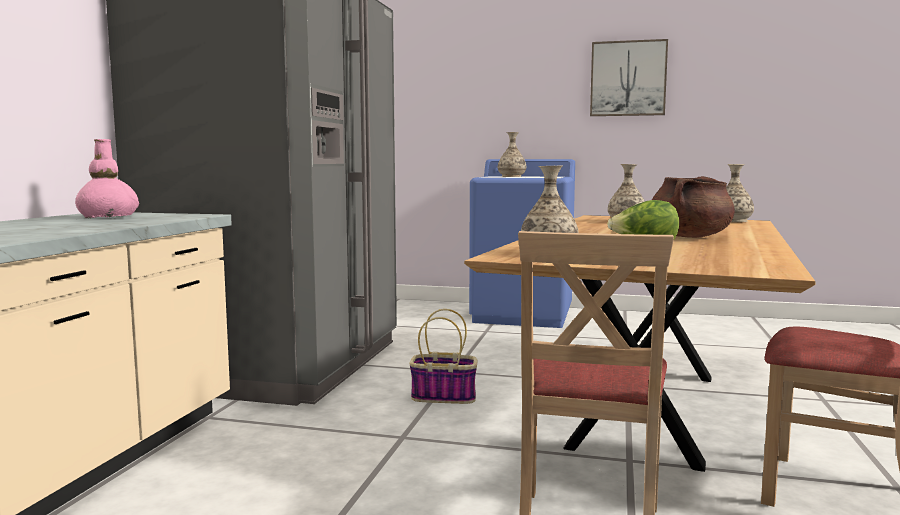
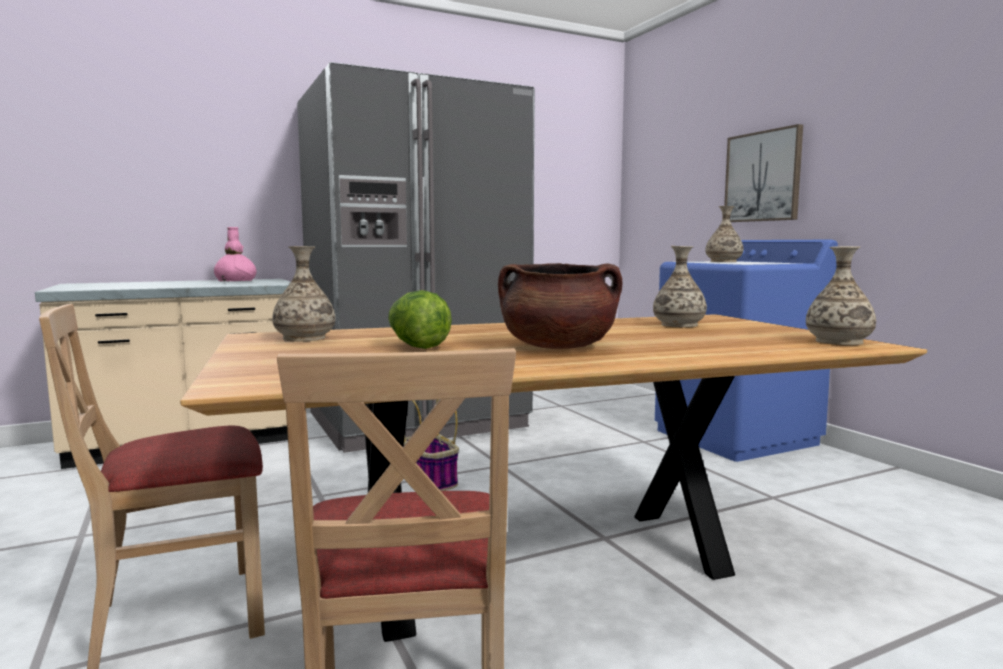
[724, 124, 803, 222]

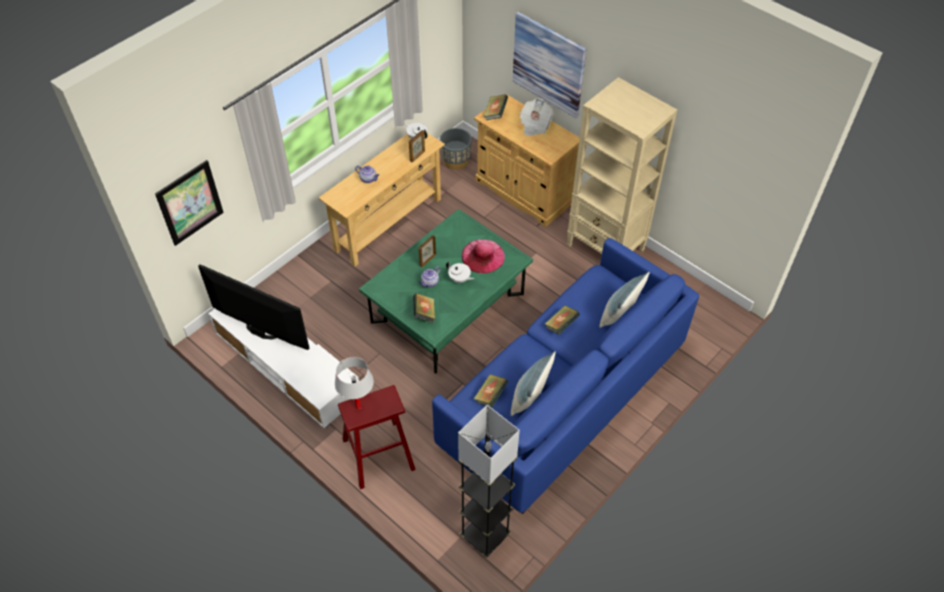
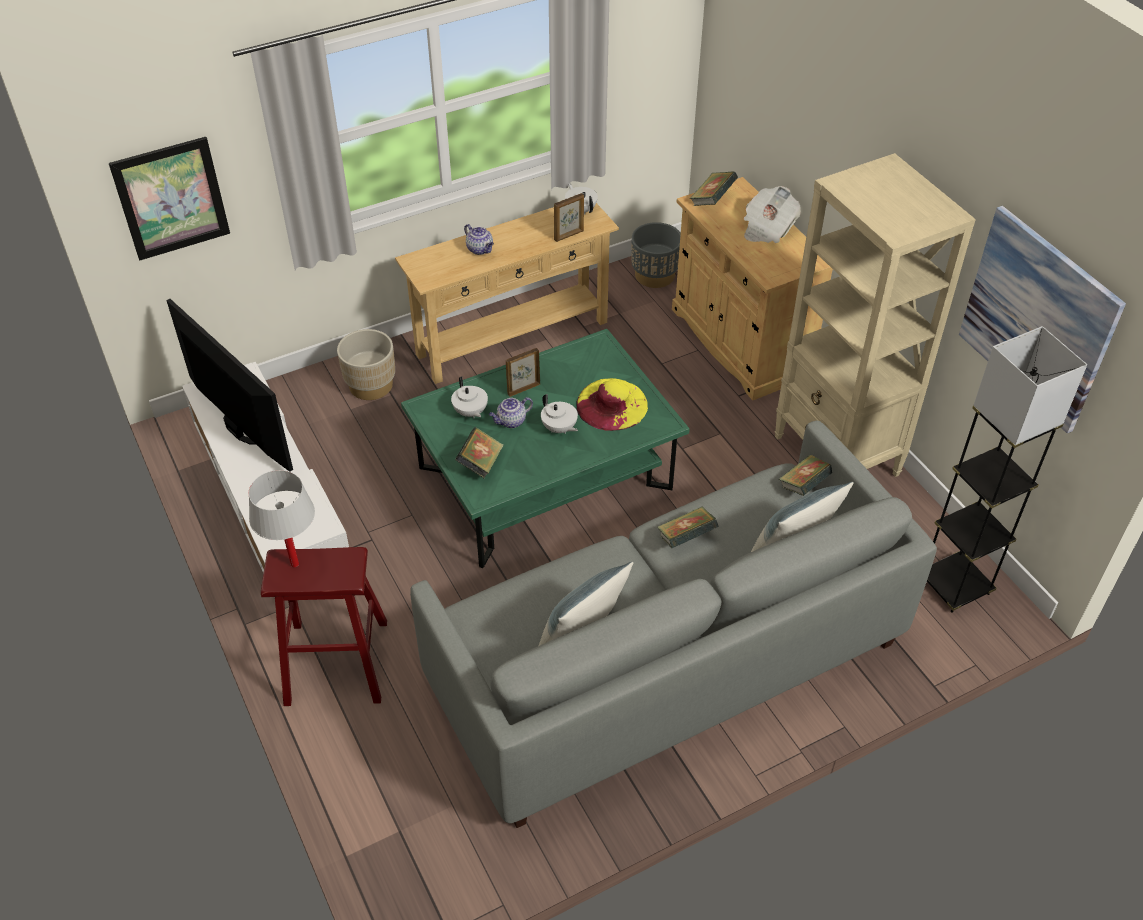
[337, 329, 395, 400]
[410, 421, 937, 828]
[451, 376, 488, 418]
[576, 378, 648, 431]
[779, 455, 832, 496]
[927, 326, 1087, 613]
[959, 206, 1126, 433]

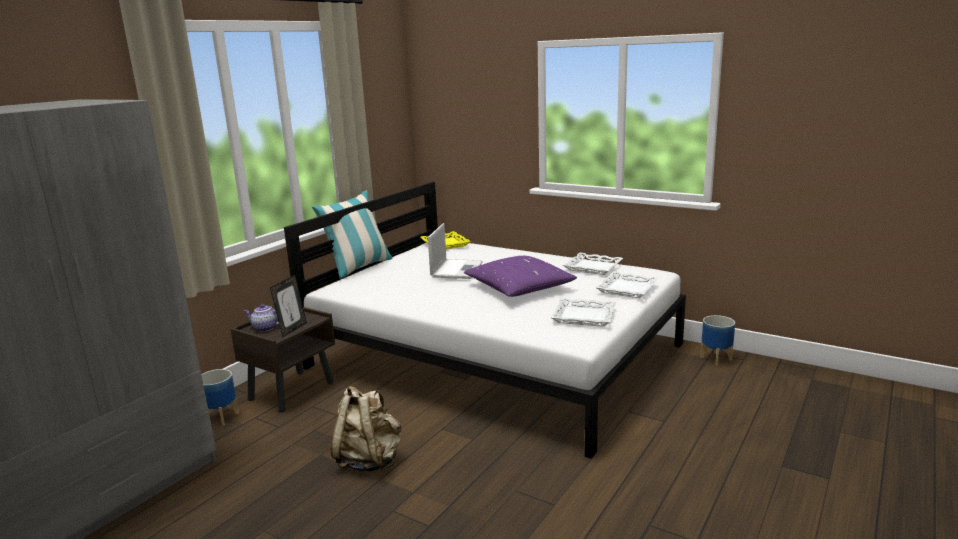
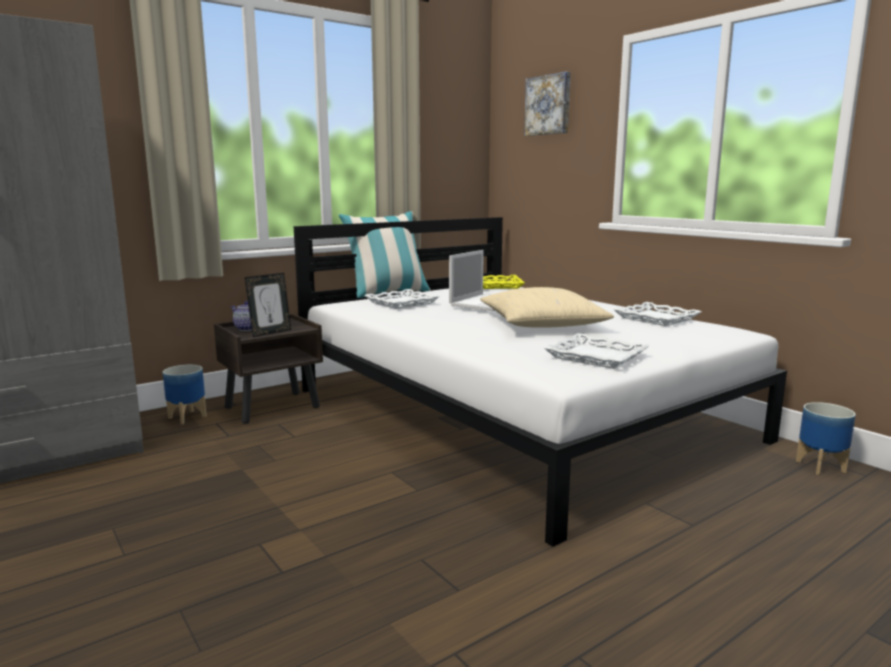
[364, 289, 440, 309]
[480, 287, 614, 328]
[524, 71, 571, 136]
[331, 386, 402, 472] (first image)

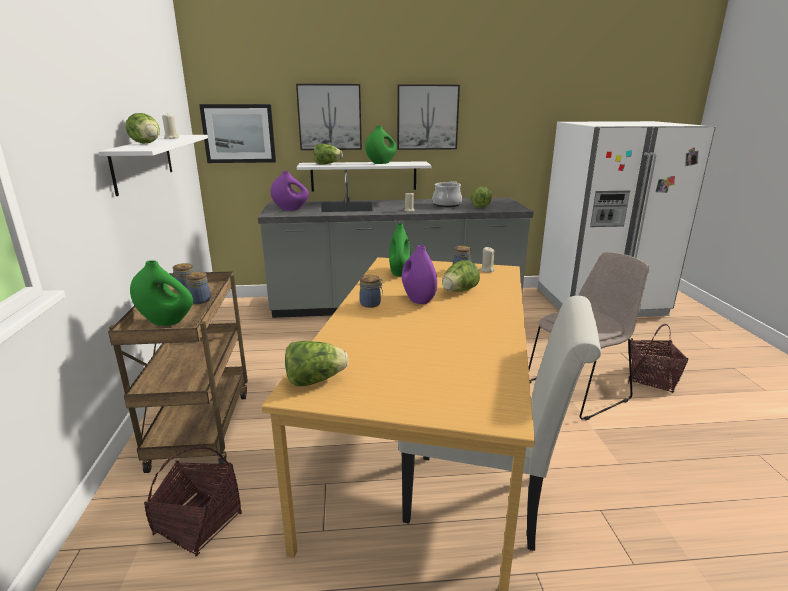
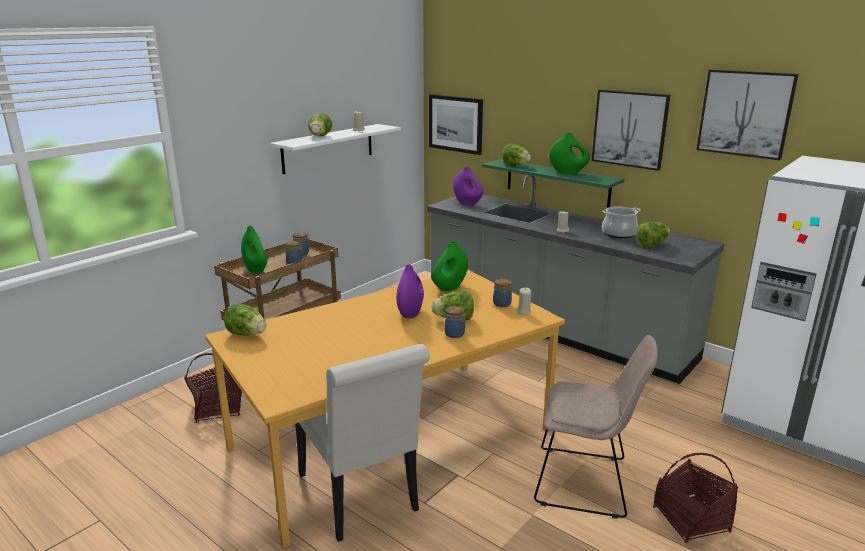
[444, 306, 466, 338]
[482, 159, 624, 208]
[696, 70, 798, 160]

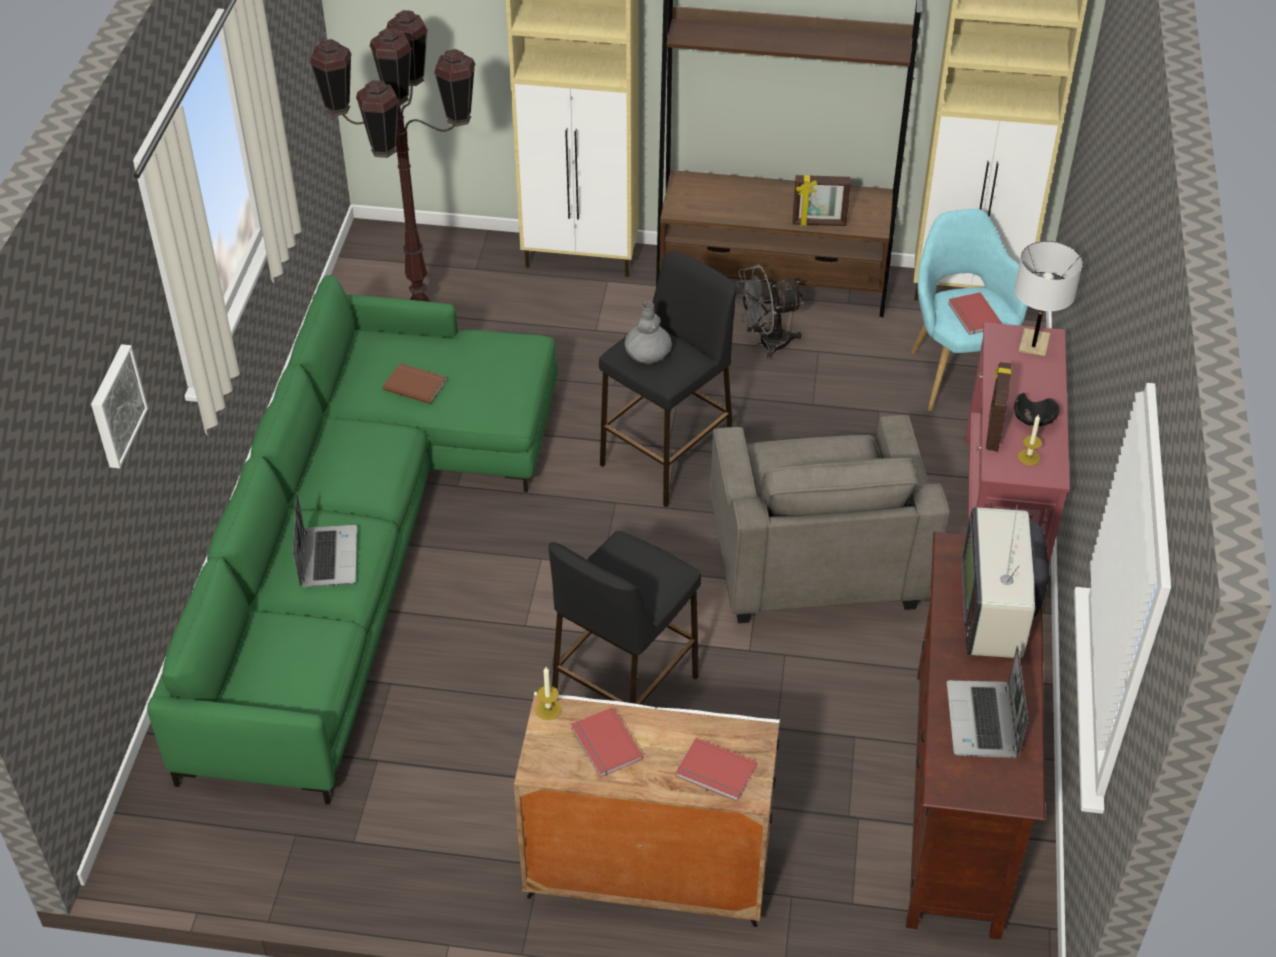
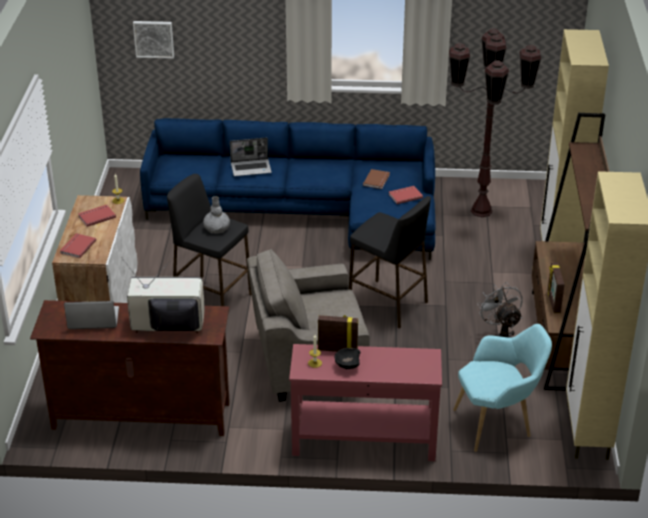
[133, 21, 174, 59]
[140, 118, 436, 260]
[203, 196, 230, 234]
[389, 186, 423, 204]
[1015, 241, 1083, 357] (first image)

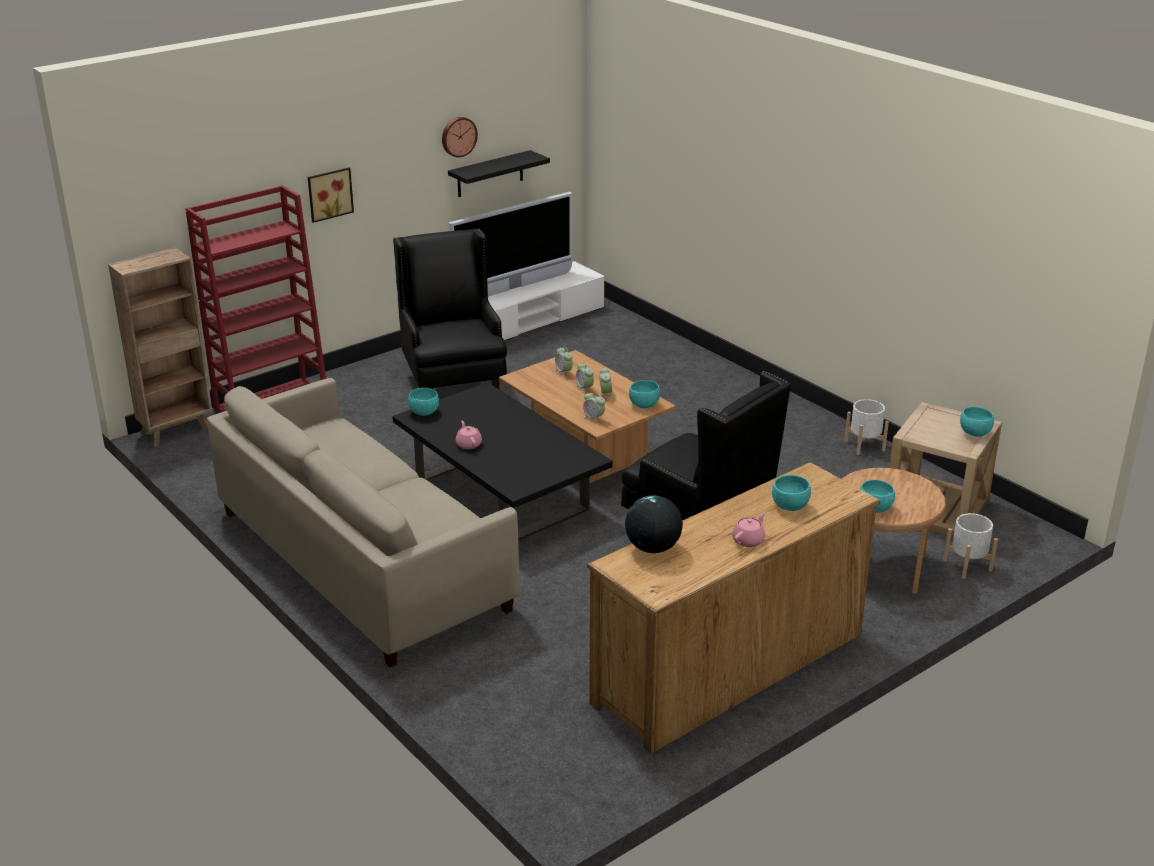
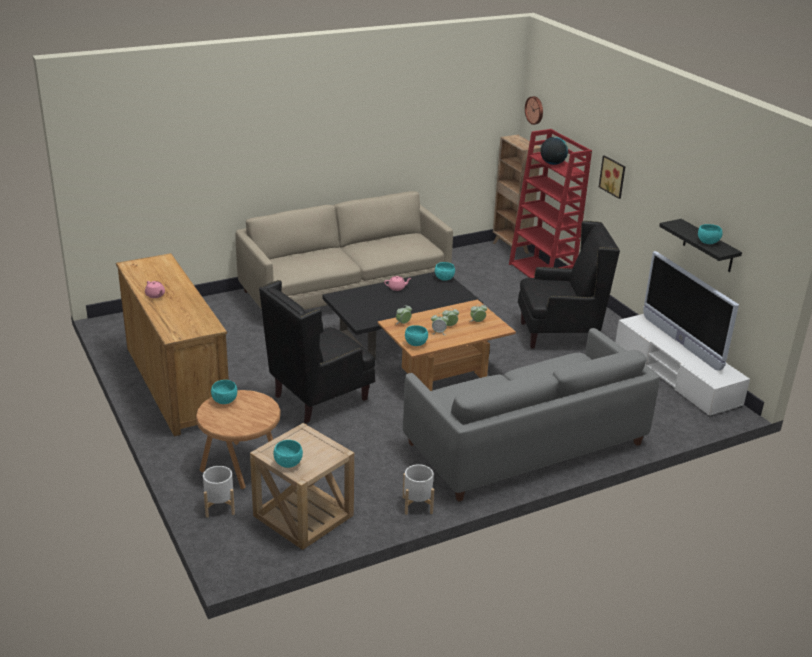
[403, 328, 660, 502]
[525, 96, 543, 125]
[540, 137, 568, 165]
[698, 224, 722, 244]

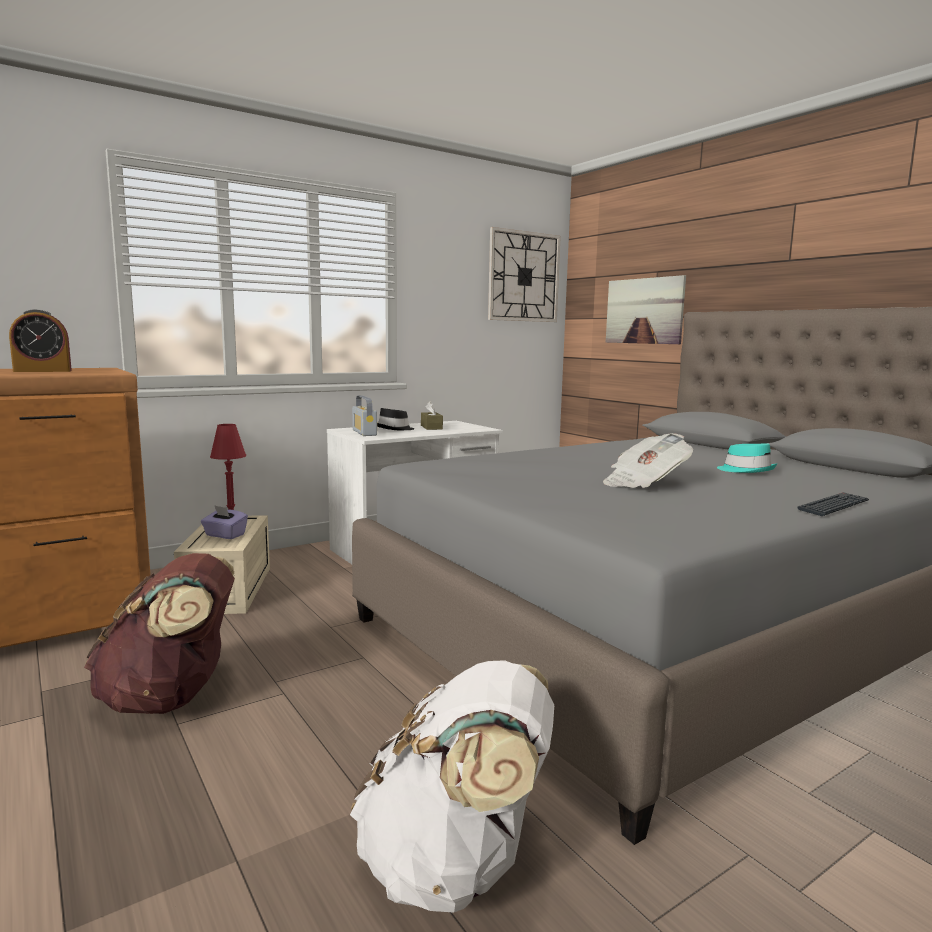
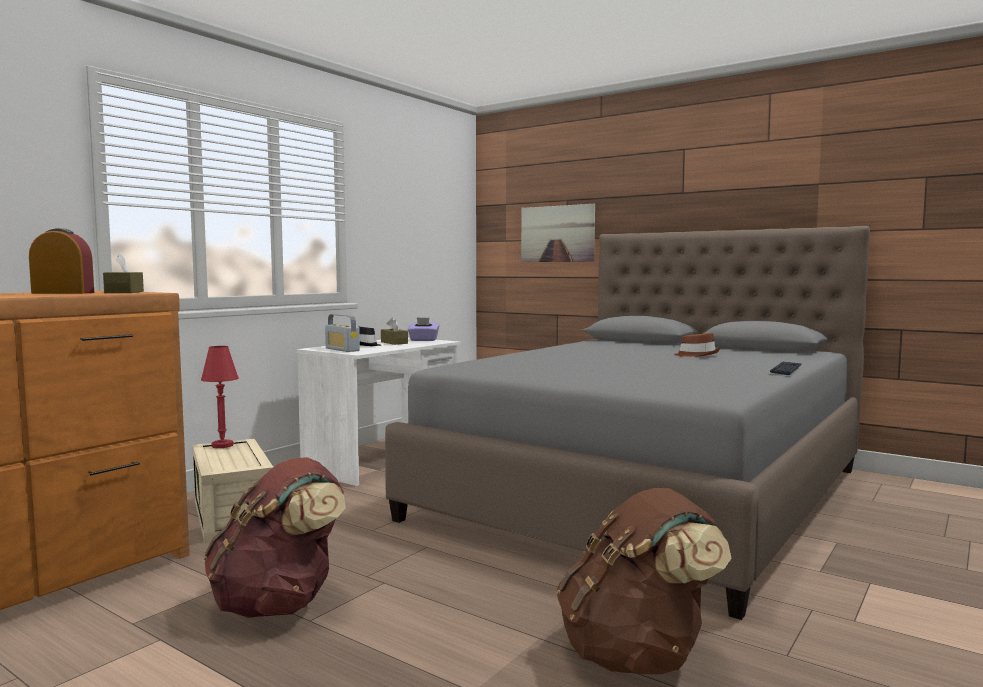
[29, 228, 94, 294]
[103, 253, 144, 293]
[408, 317, 439, 341]
[556, 488, 732, 674]
[674, 333, 720, 357]
[488, 227, 561, 322] (first image)
[603, 433, 693, 488] (first image)

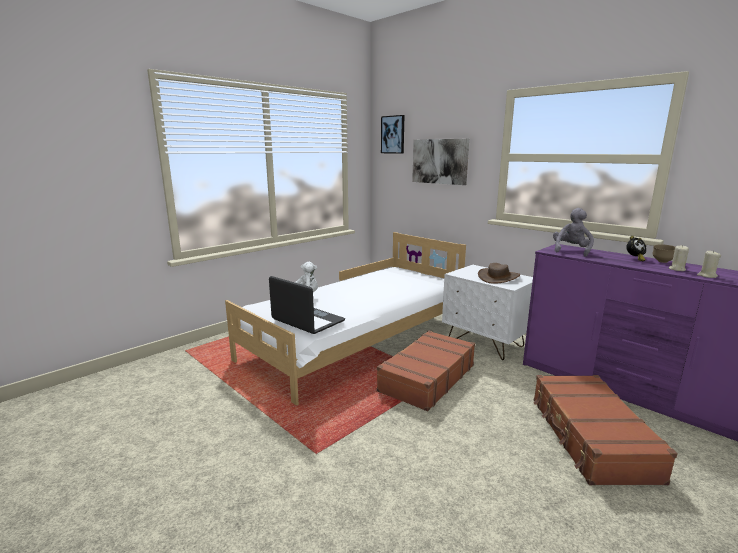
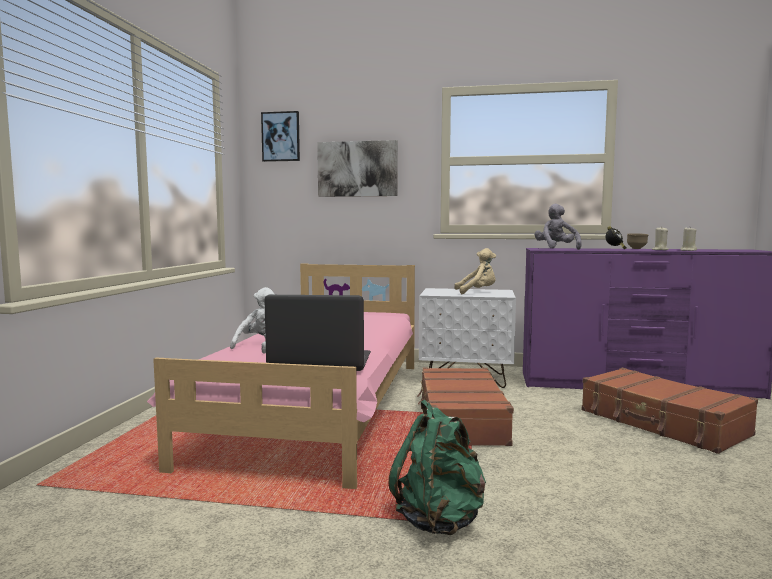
[147, 264, 415, 489]
[389, 400, 486, 535]
[454, 248, 496, 294]

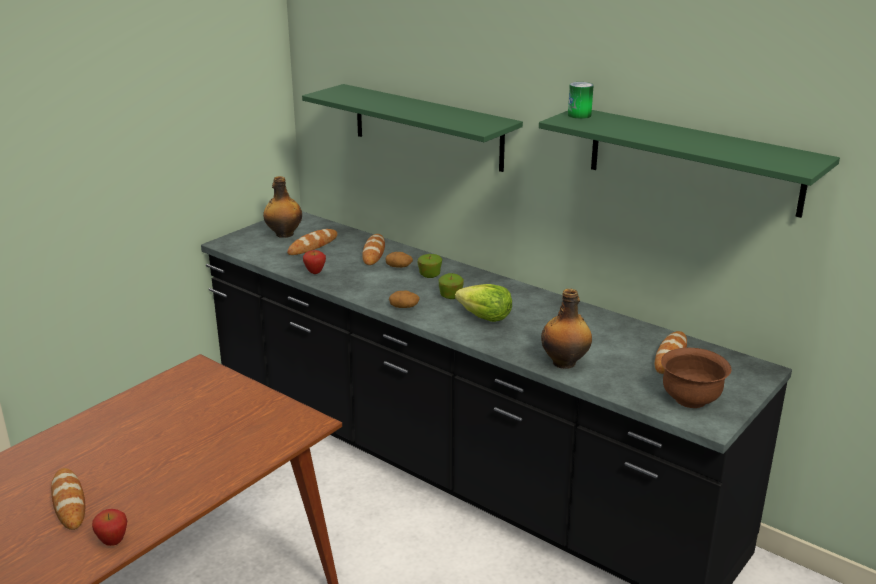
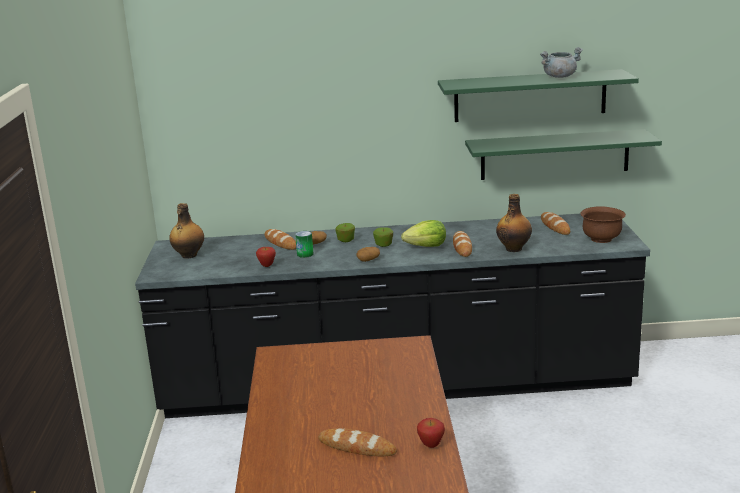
[295, 231, 314, 258]
[453, 231, 472, 257]
[465, 129, 662, 180]
[540, 47, 583, 78]

